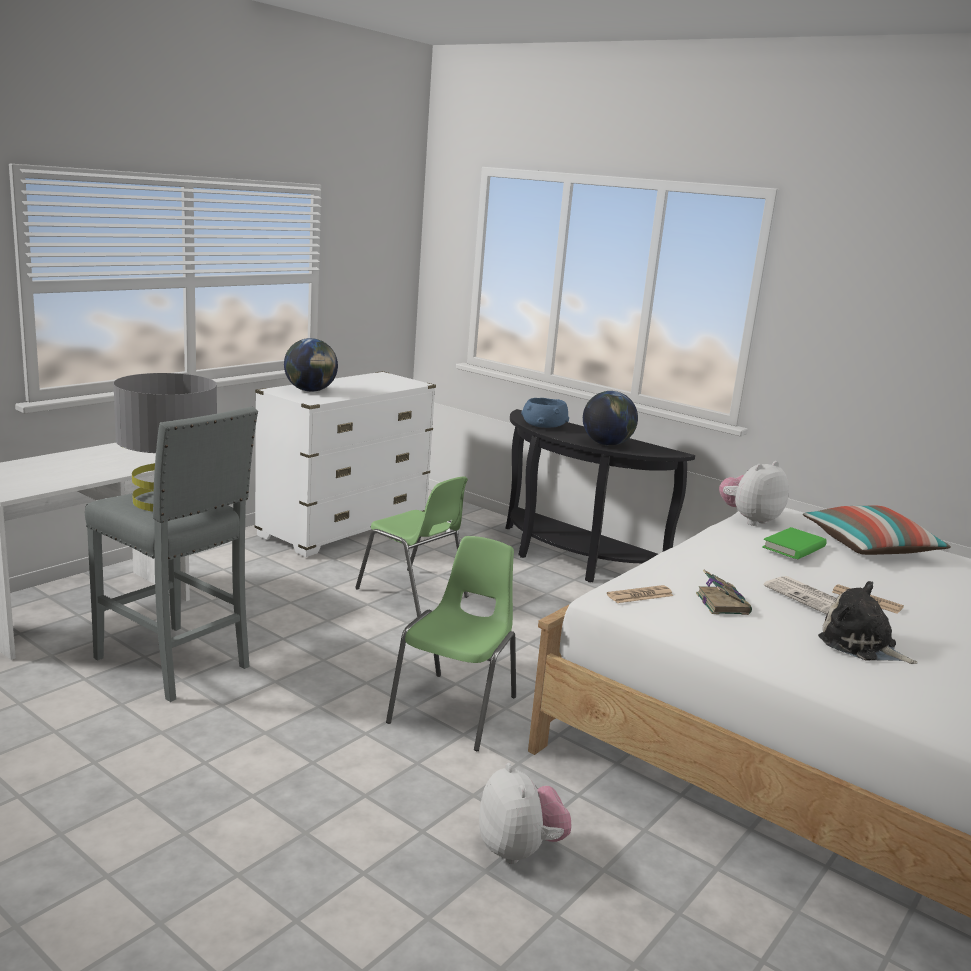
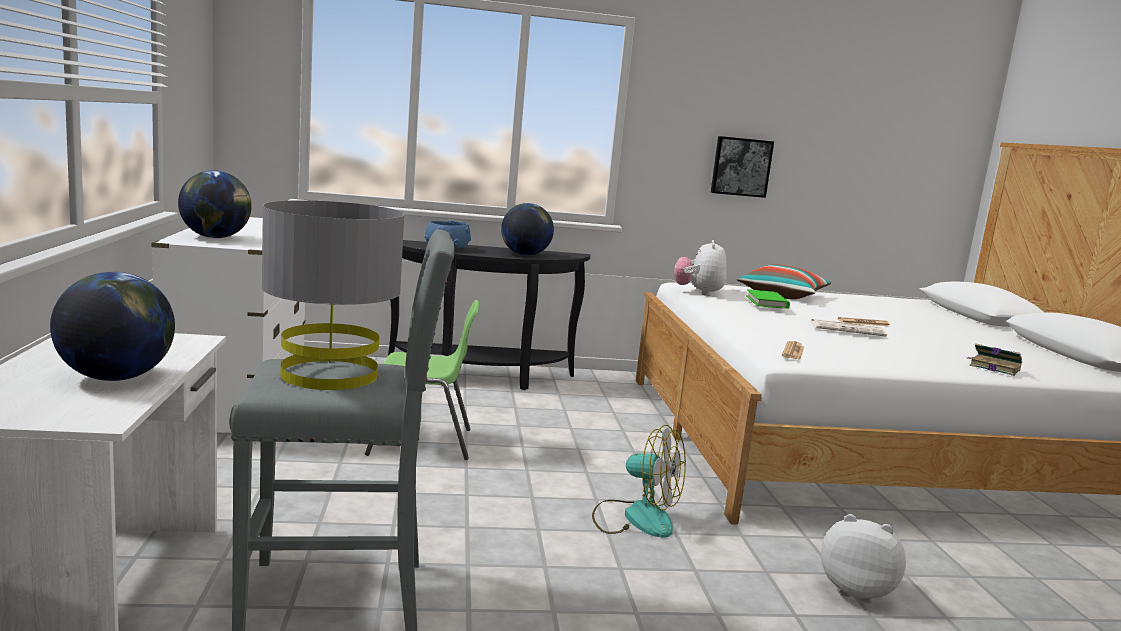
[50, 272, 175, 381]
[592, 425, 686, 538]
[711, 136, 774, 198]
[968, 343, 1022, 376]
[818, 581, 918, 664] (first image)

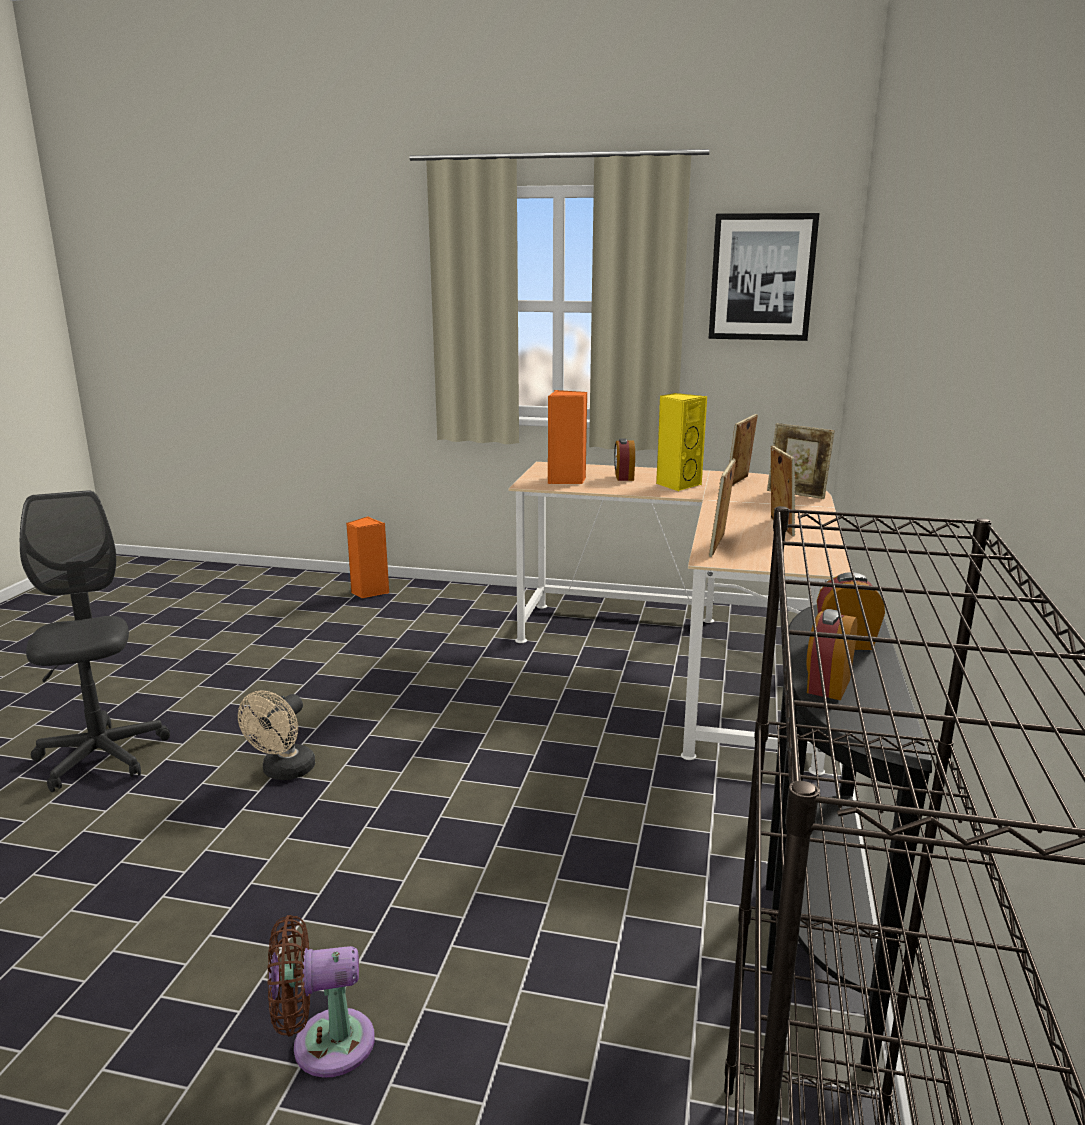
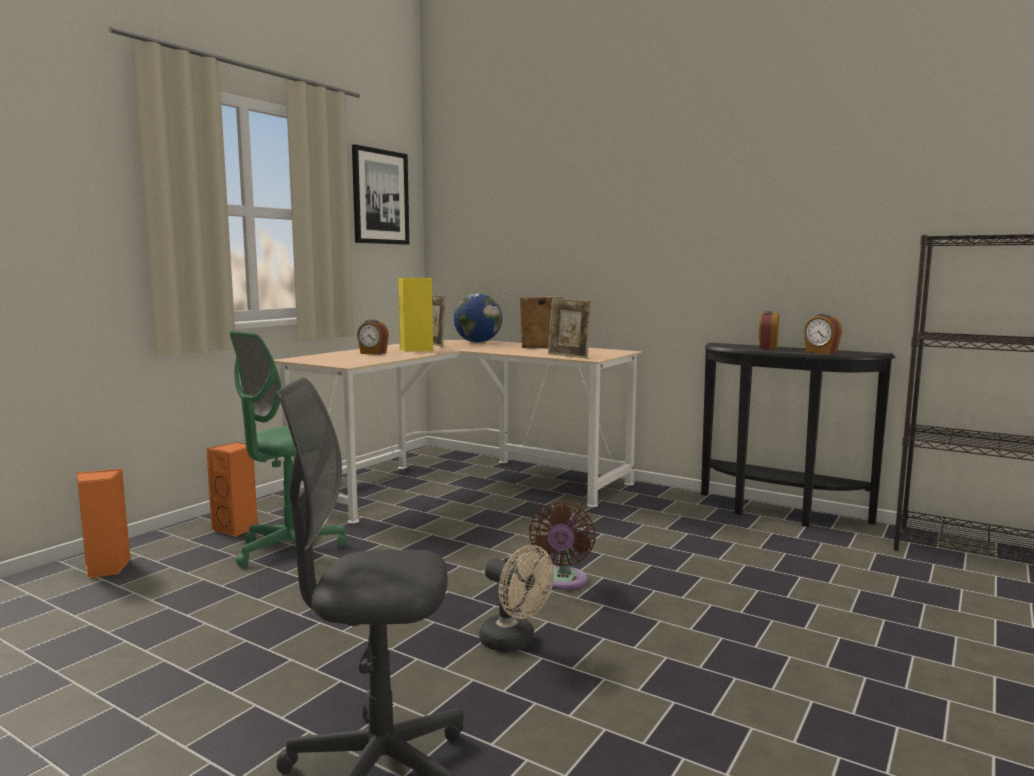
[206, 442, 258, 537]
[229, 331, 347, 568]
[454, 294, 502, 343]
[529, 502, 596, 590]

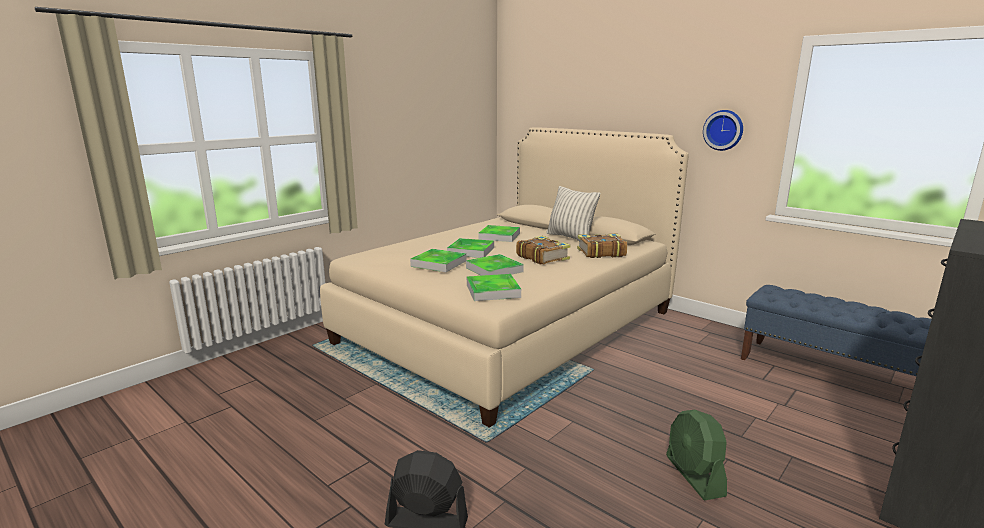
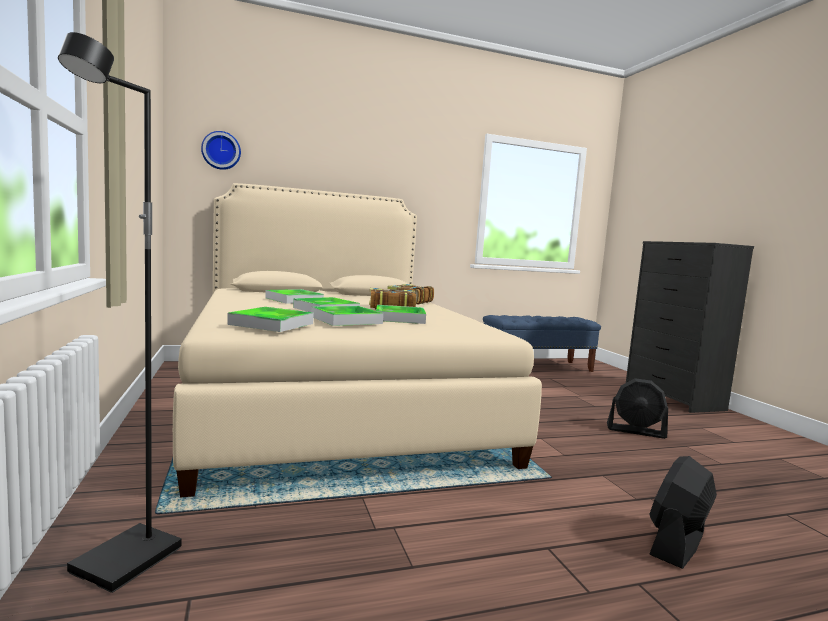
[58, 32, 182, 593]
[201, 131, 241, 170]
[227, 307, 314, 332]
[607, 378, 668, 439]
[546, 186, 600, 241] (first image)

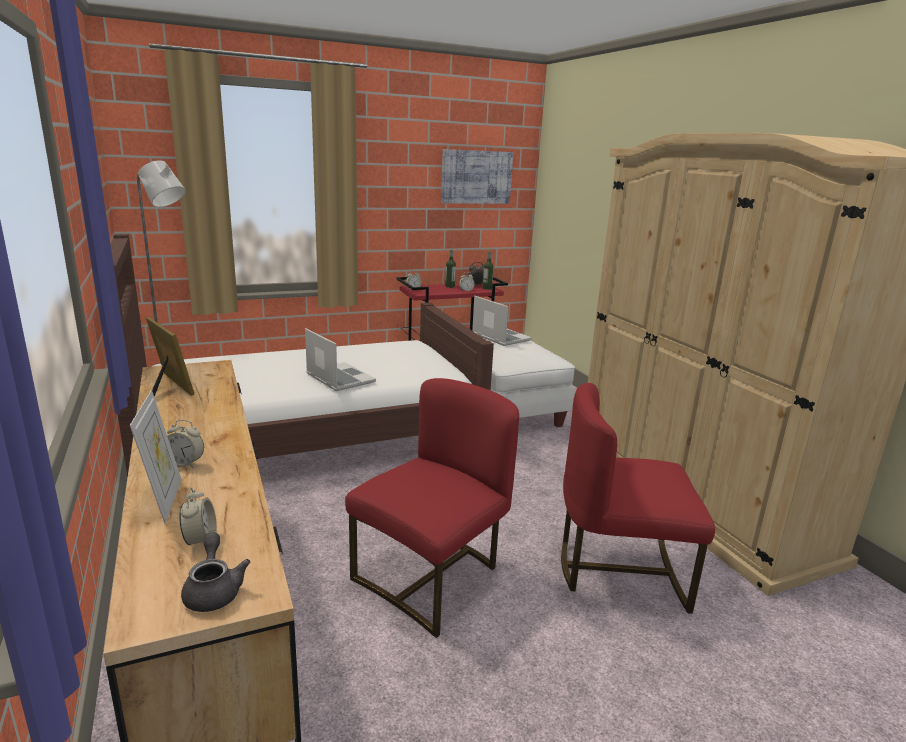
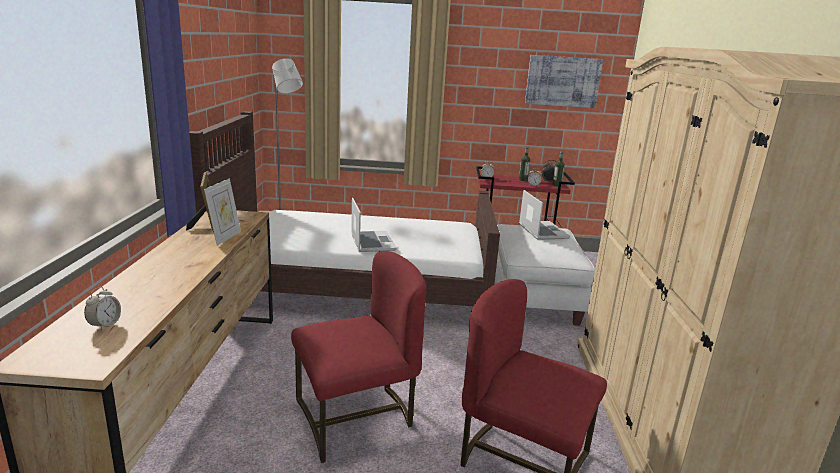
[204, 178, 241, 246]
[167, 420, 204, 468] (first image)
[181, 532, 250, 612] (first image)

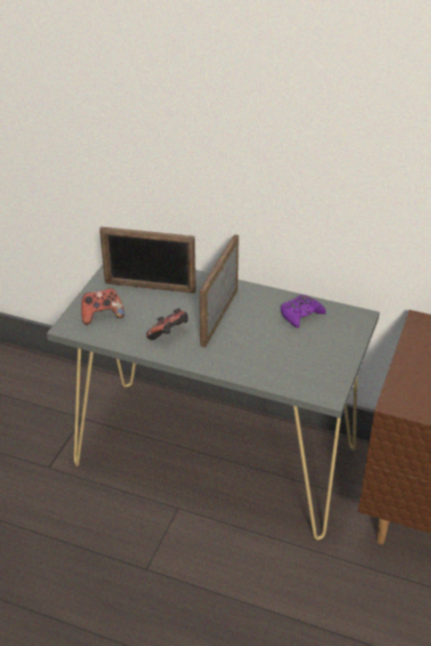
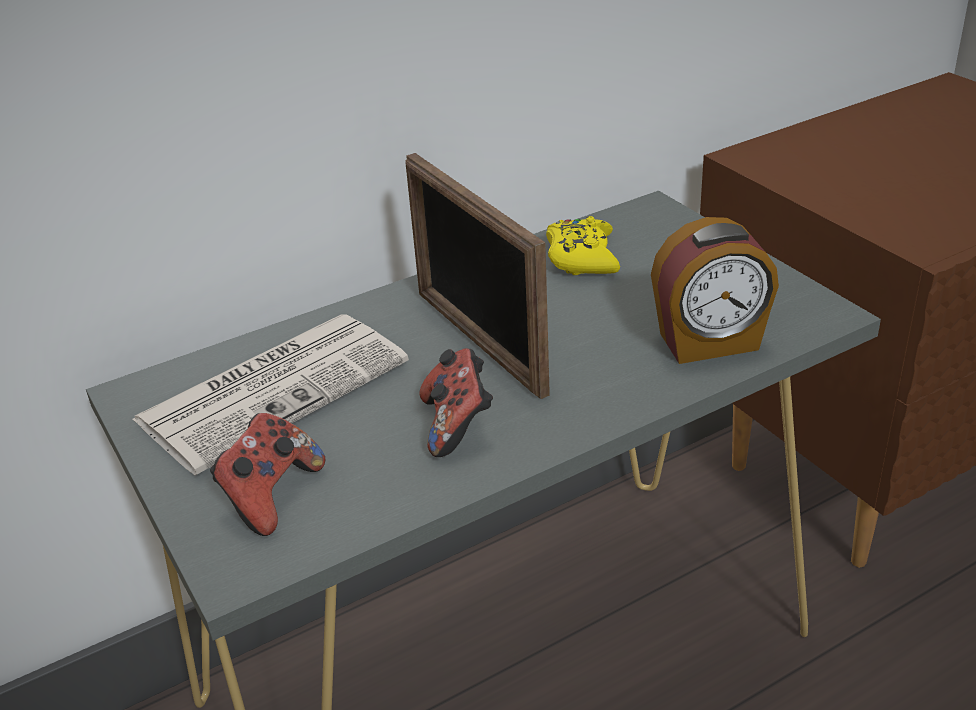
[132, 315, 409, 475]
[546, 216, 620, 275]
[651, 217, 779, 364]

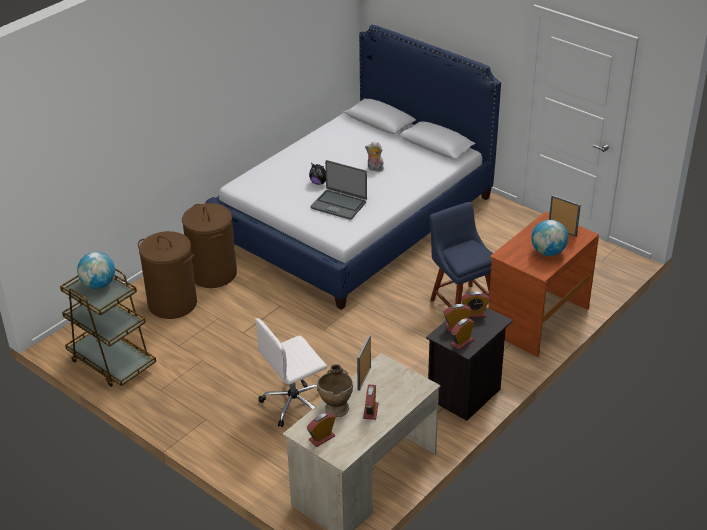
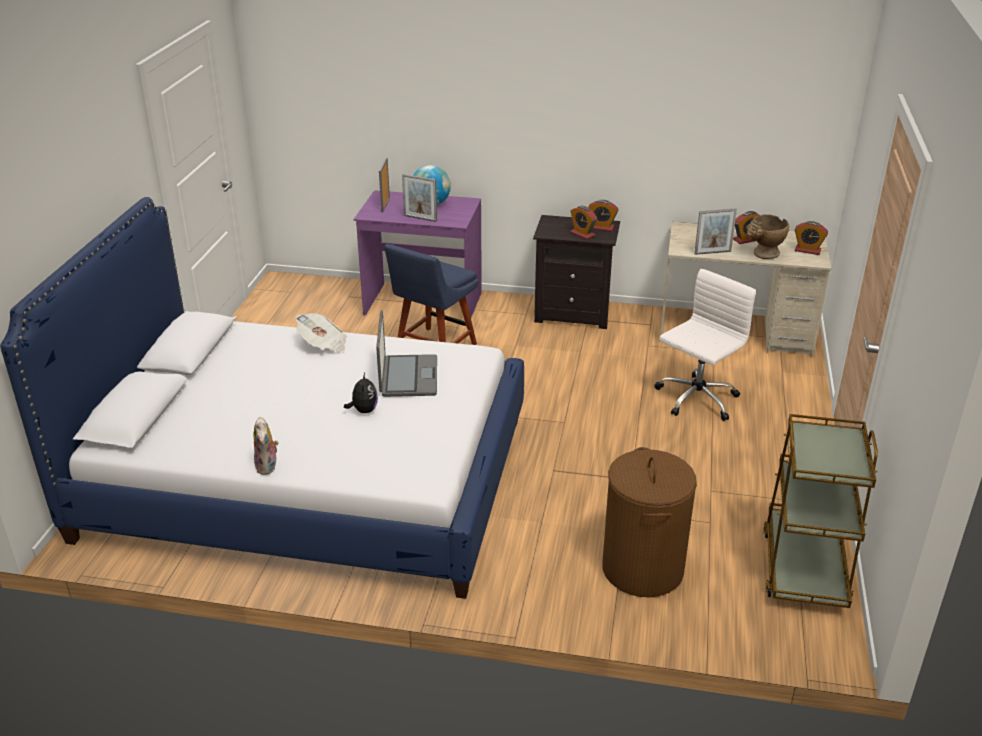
[254, 417, 279, 475]
[296, 313, 347, 353]
[353, 190, 482, 317]
[402, 174, 437, 222]
[655, 269, 756, 421]
[77, 252, 115, 289] (first image)
[182, 203, 237, 288] (first image)
[461, 291, 490, 318] (first image)

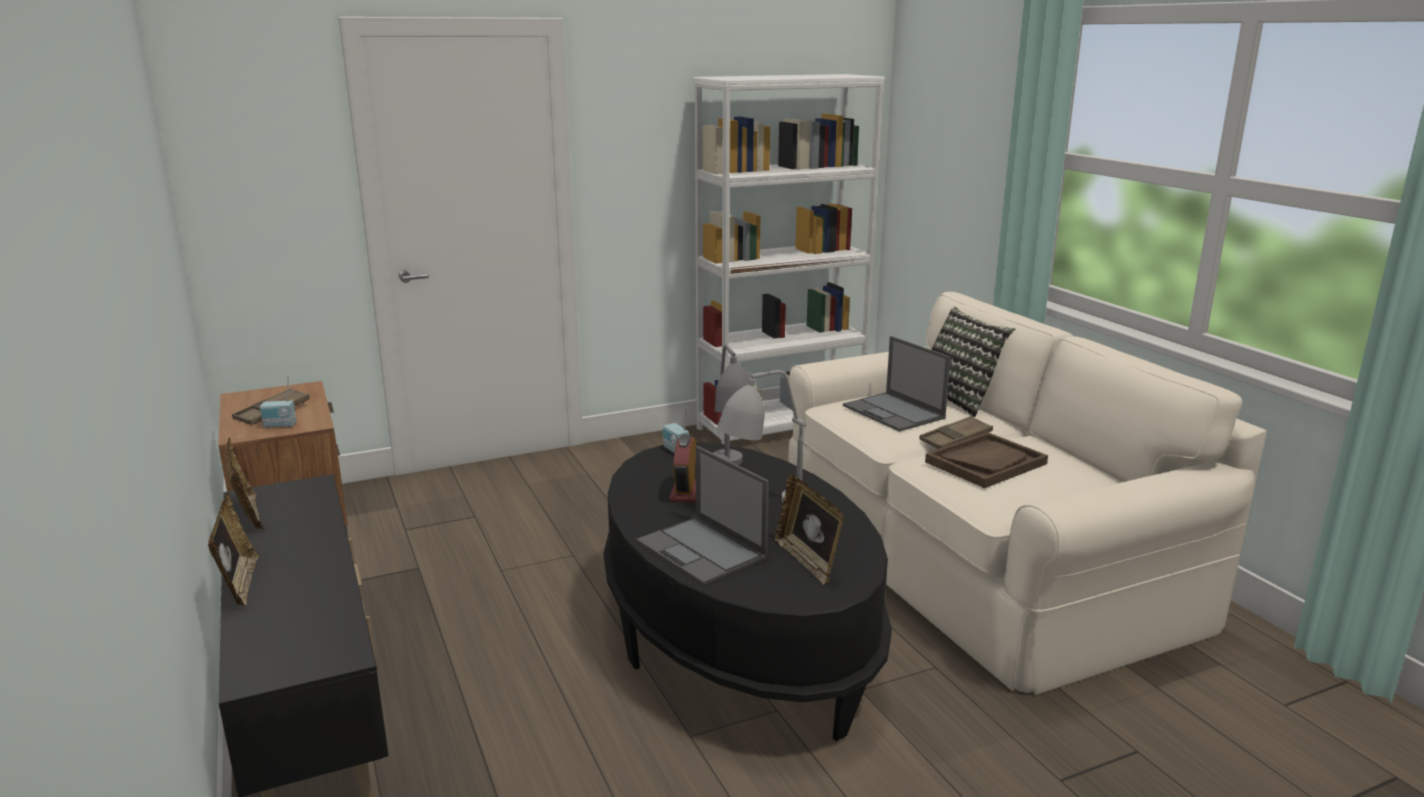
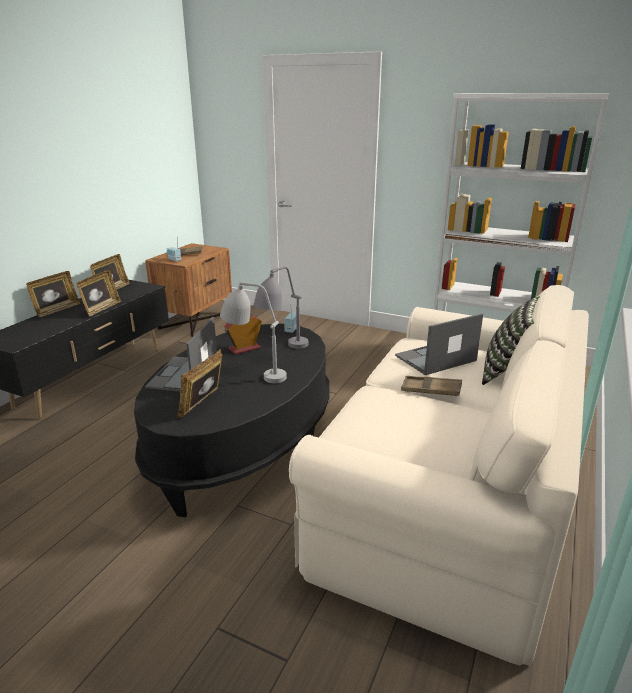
[77, 269, 121, 316]
[395, 314, 483, 375]
[925, 432, 1048, 488] (first image)

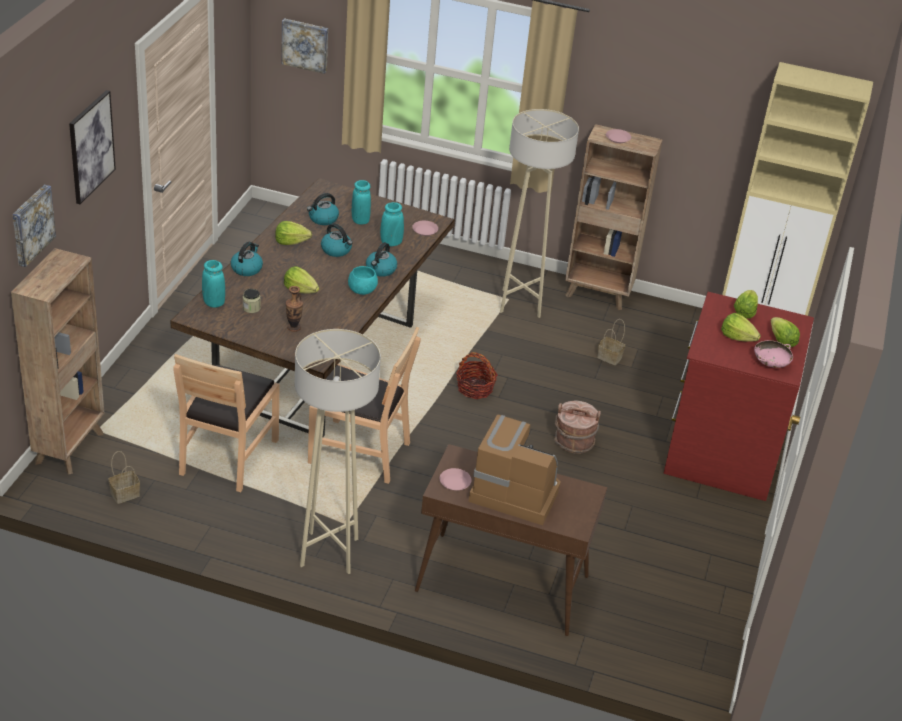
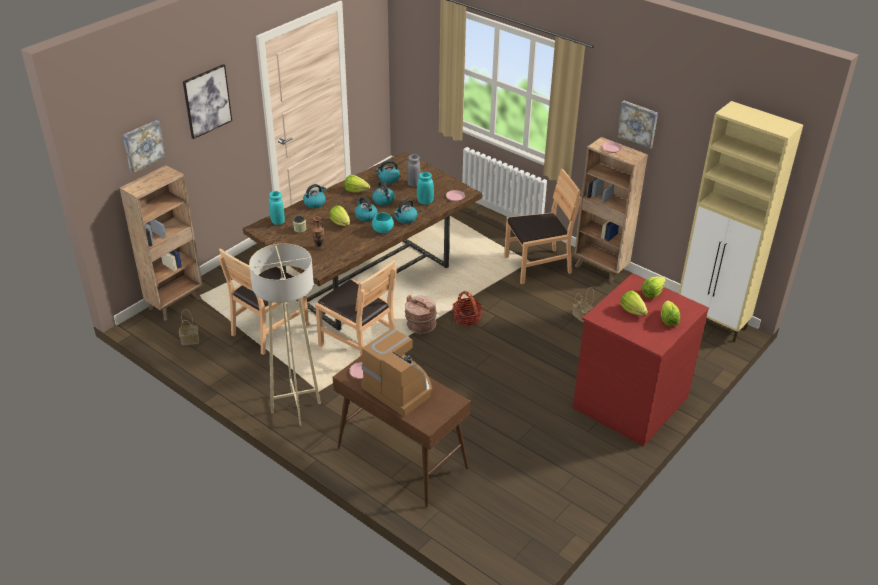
[354, 197, 378, 222]
[405, 295, 437, 334]
[407, 154, 421, 187]
[504, 169, 581, 284]
[617, 101, 658, 149]
[754, 340, 793, 368] (first image)

